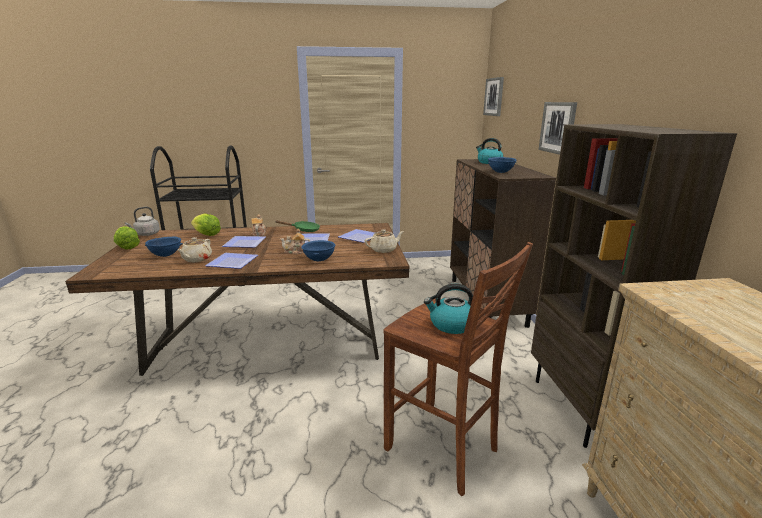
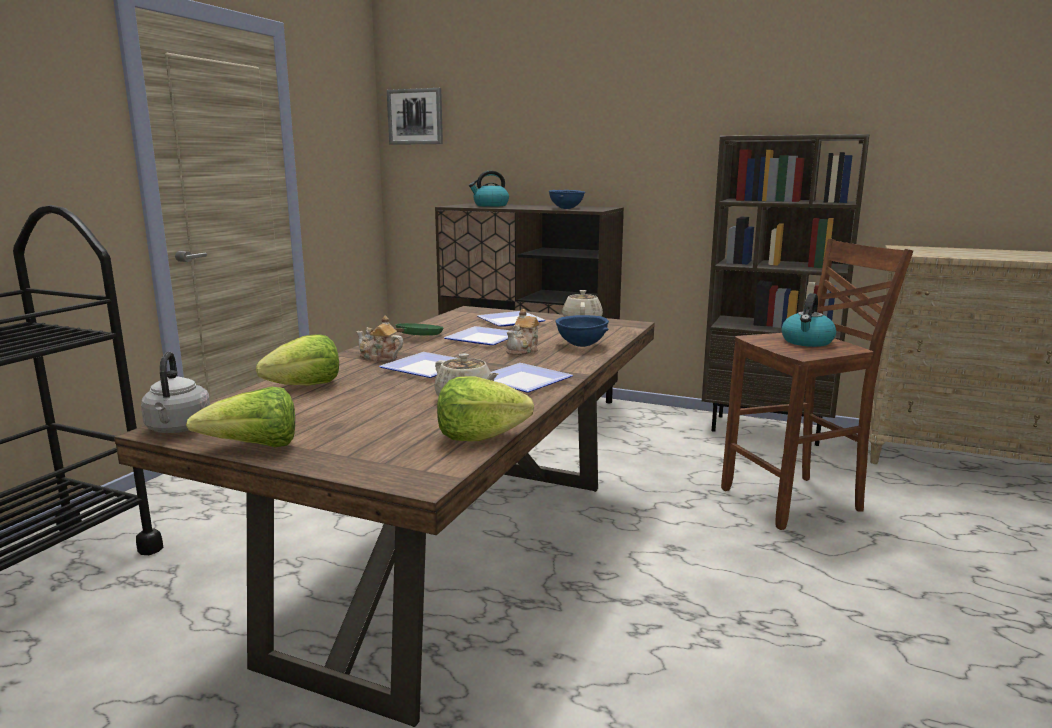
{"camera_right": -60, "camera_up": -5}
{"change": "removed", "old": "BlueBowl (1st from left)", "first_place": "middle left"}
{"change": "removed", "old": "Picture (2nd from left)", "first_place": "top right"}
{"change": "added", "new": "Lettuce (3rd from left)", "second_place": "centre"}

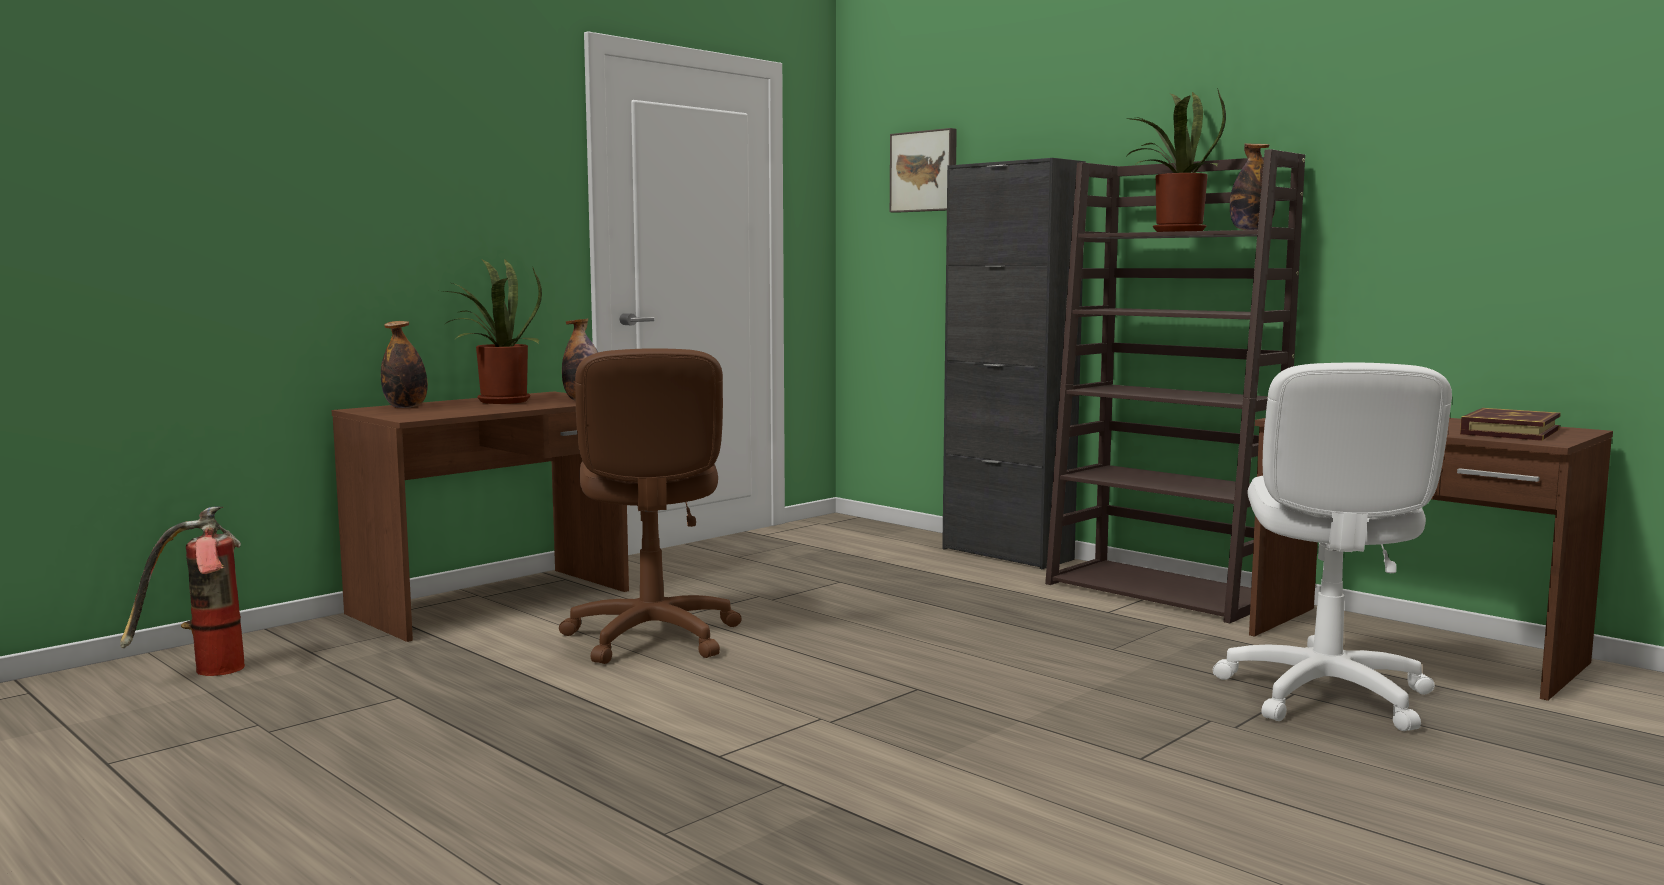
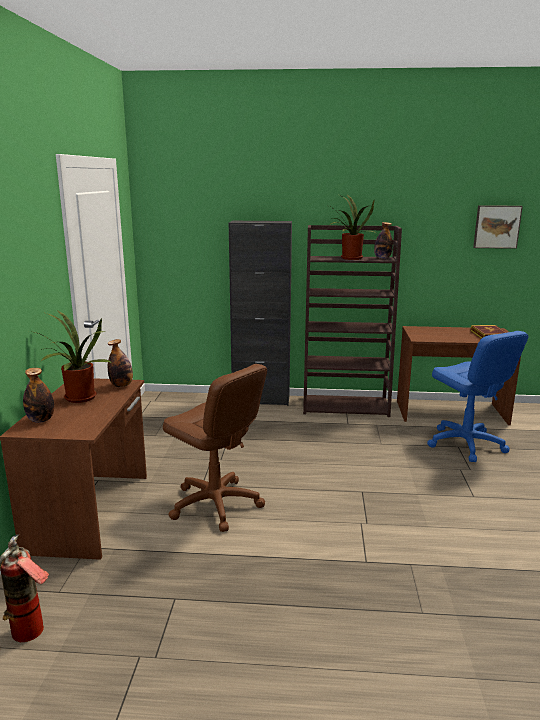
{"camera_right": -40, "camera_up": 10}
{"change": "moved", "old": "Picture", "first_place": "top centre", "second_place": "top right"}
{"change": "recoloured", "old": "WhiteOfficeChair", "new": "BlueOfficeChair", "first_place": "middle right", "second_place": "middle right"}

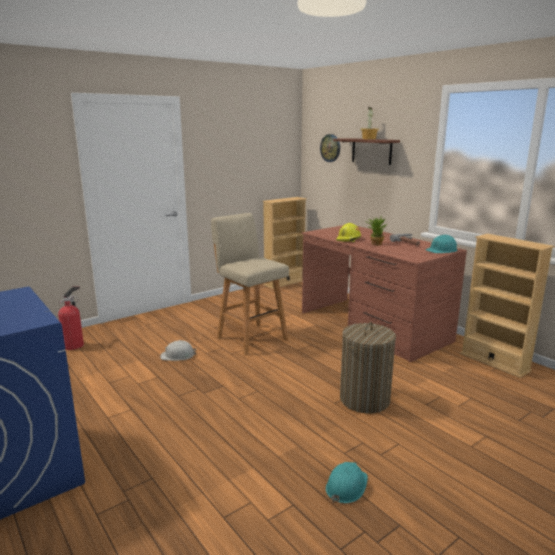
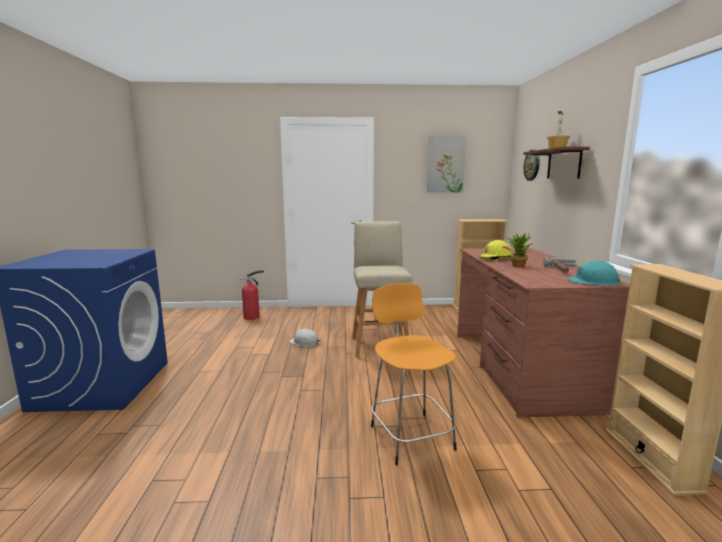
{"camera_right": 35, "camera_up": -5}
{"change": "removed", "old": "TurquoiseHardHat (1st from left)", "first_place": "bottom centre"}
{"change": "added", "new": "Picture", "second_place": "top centre"}
{"change": "replaced", "old": "LaundryBasket", "new": "OrangeStool", "first_place": "centre", "second_place": "bottom centre"}

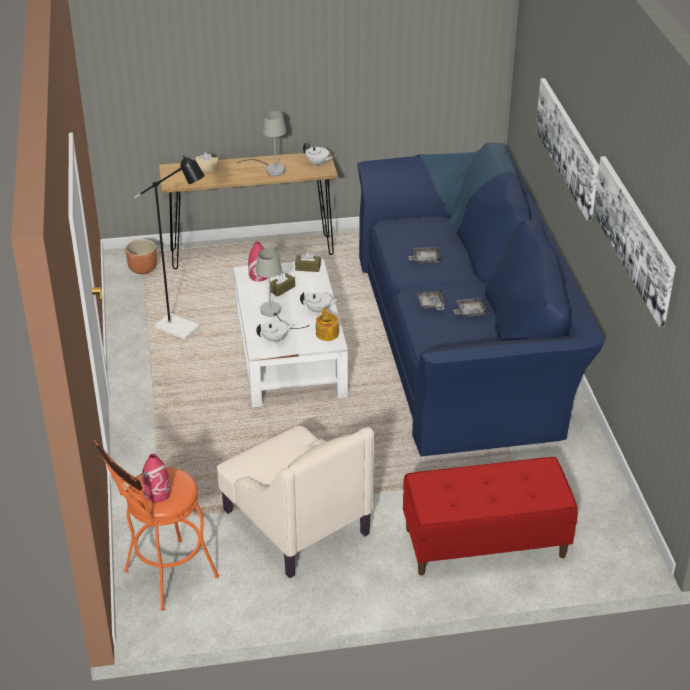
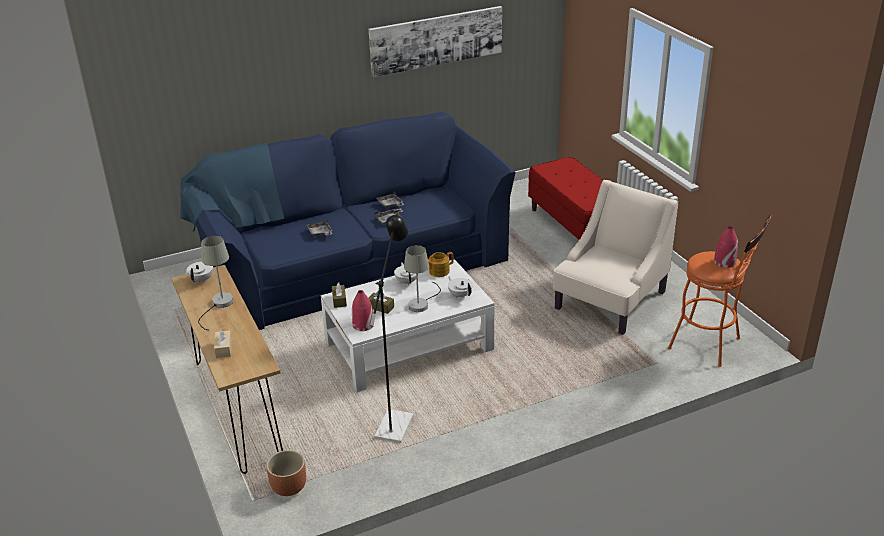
{"camera_right": -105, "camera_up": -5}
{"change": "removed", "old": "Picture (1st from left)", "first_place": "top right"}

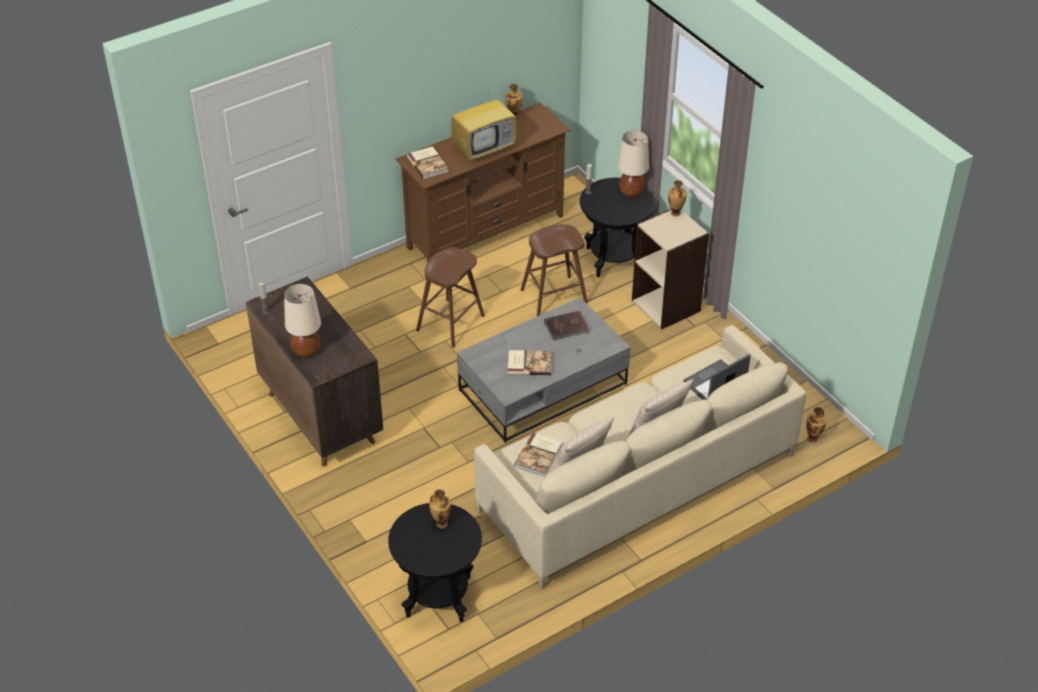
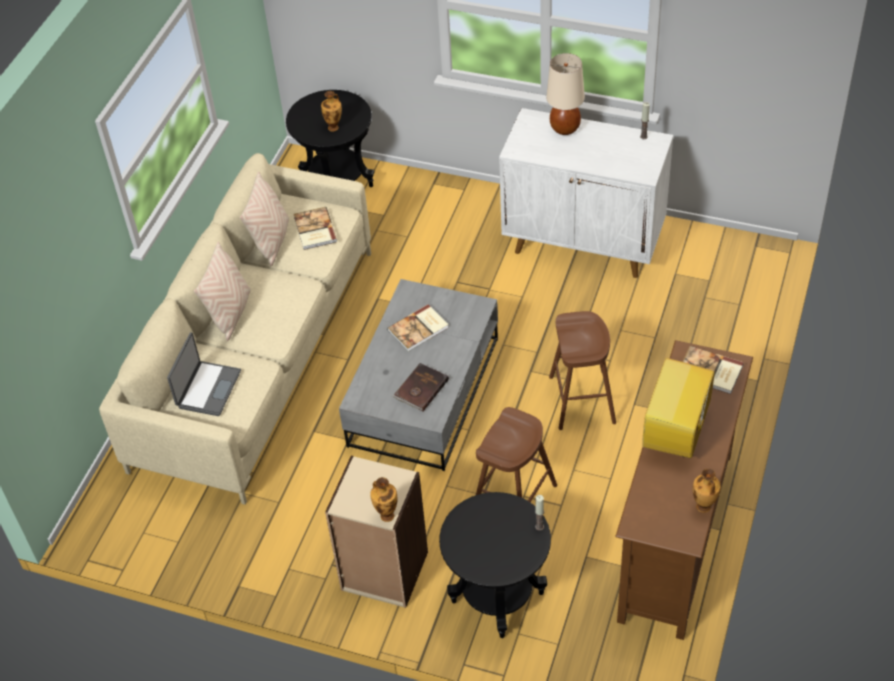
{"camera_right": 145, "camera_up": 5}
{"change": "removed", "old": "BeigeTableLamp (2nd from left)", "first_place": "top centre"}
{"change": "removed", "old": "Vase (4th from left)", "first_place": "middle right"}
{"change": "recoloured", "old": "BrownCabinet", "new": "WhiteCabinet", "first_place": "middle left", "second_place": "top centre"}

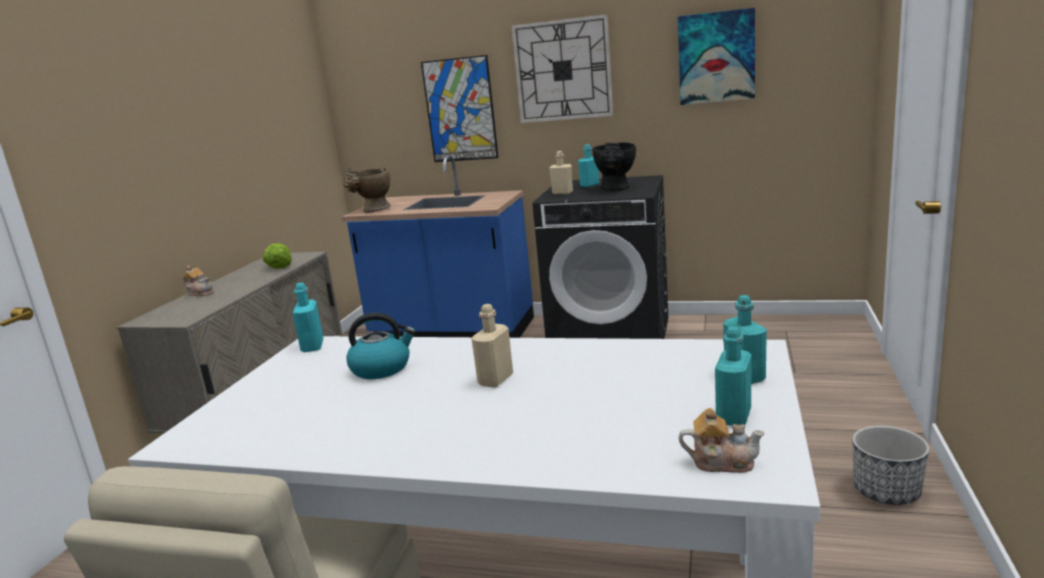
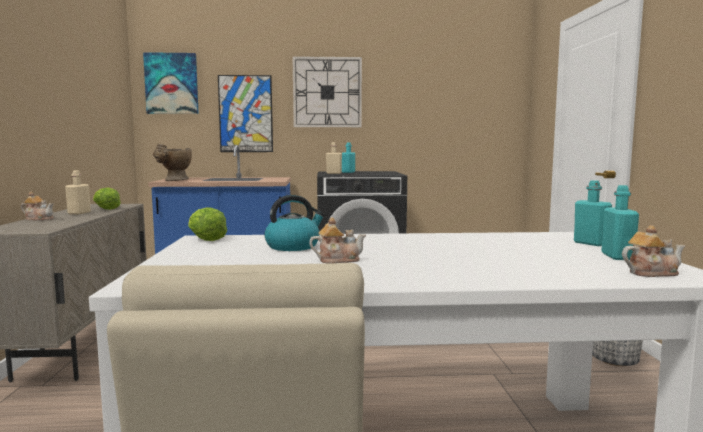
{"camera_right": -20, "camera_up": -10}
{"change": "removed", "old": "BlackVase", "first_place": "top centre"}
{"change": "added", "new": "Teapot (2nd from left)", "second_place": "centre"}
{"change": "moved", "old": "BeigeBottle (1st from left)", "first_place": "centre", "second_place": "middle left"}
{"change": "moved", "old": "Picture (2nd from left in the first image)", "new": "Picture (1st from left)", "first_place": "top right", "second_place": "top left"}
{"change": "replaced", "old": "TurquoiseBottle (1st from left)", "new": "Lettuce (2nd from left)", "first_place": "middle left", "second_place": "middle left"}

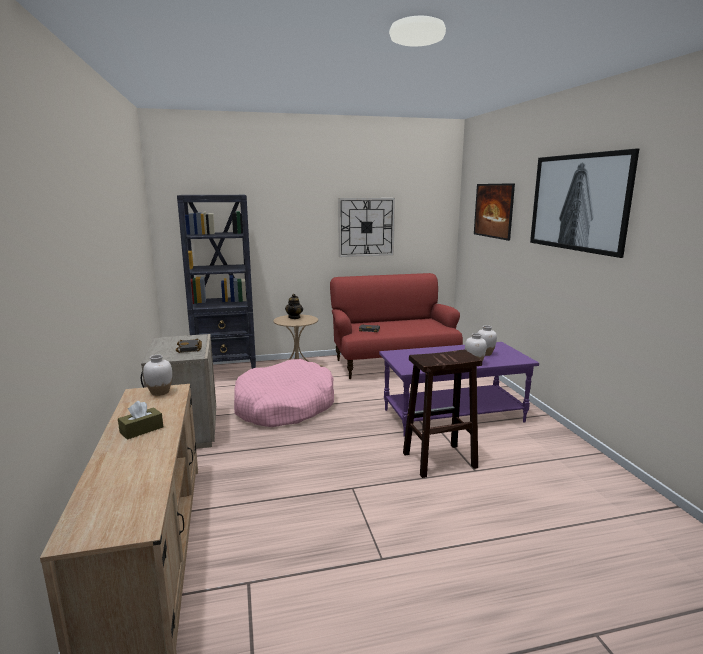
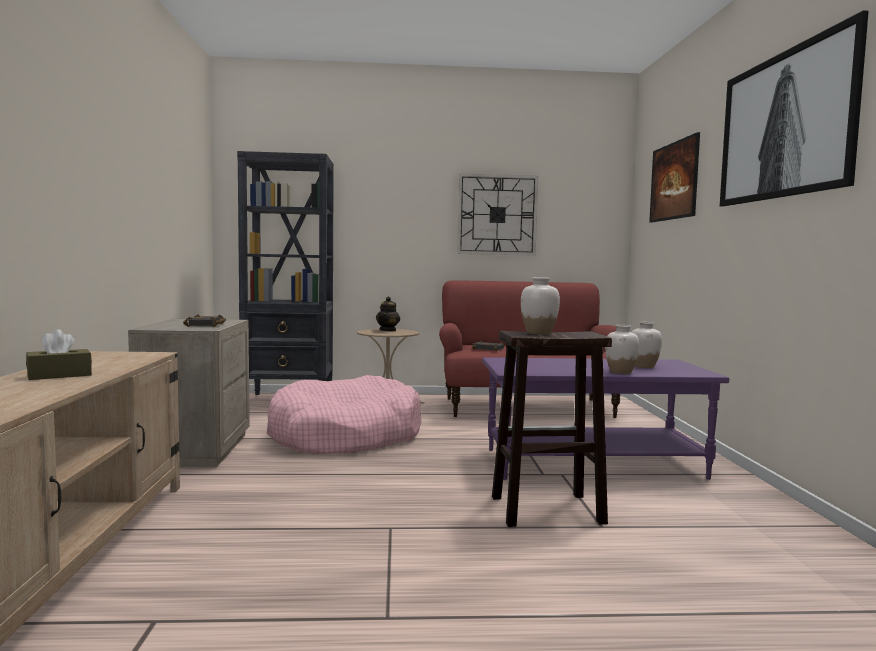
{"camera_right": 10, "camera_up": -10}
{"change": "moved", "old": "WhiteVase (1st from left)", "first_place": "middle left", "second_place": "centre"}

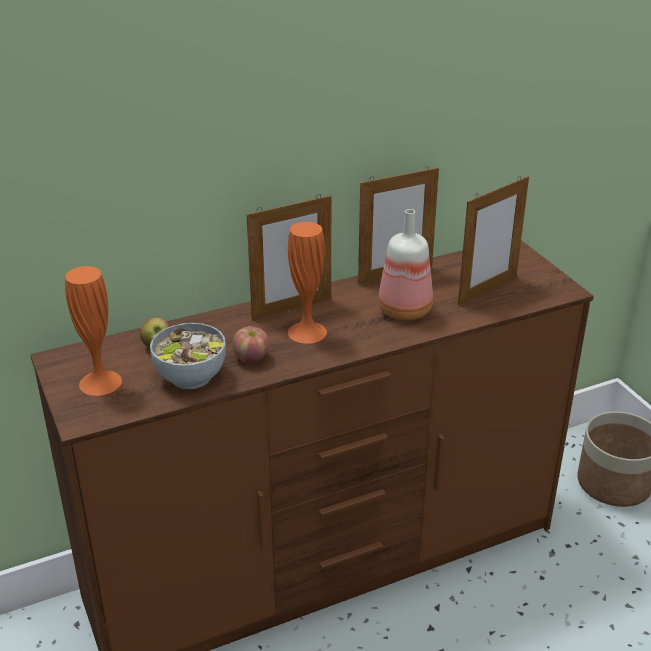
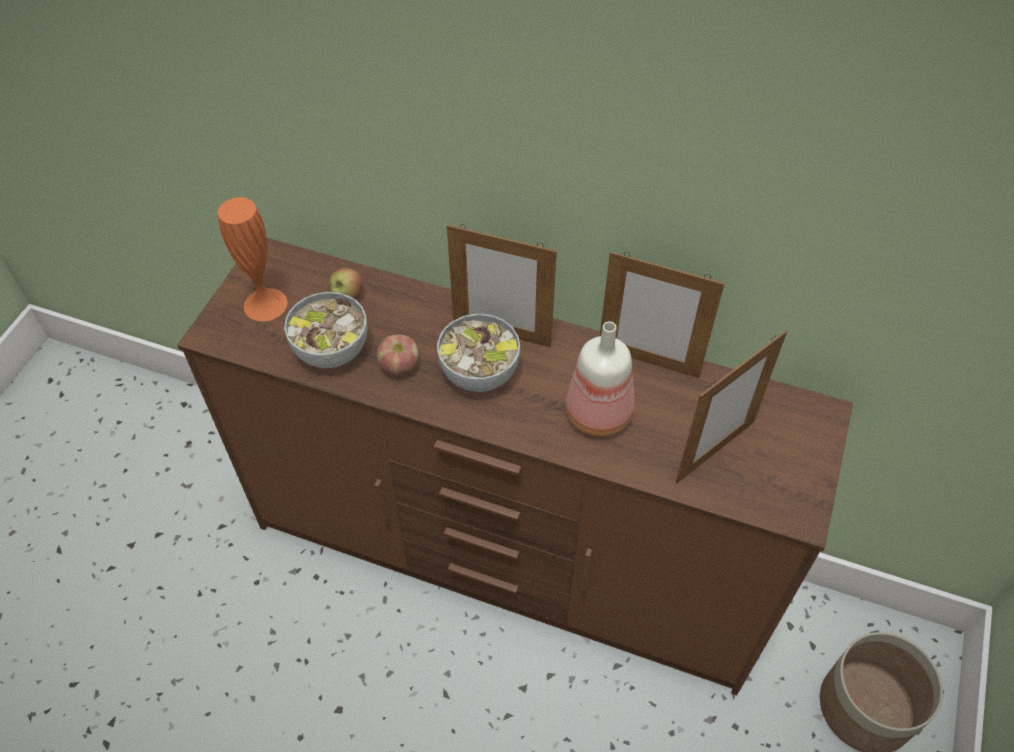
{"camera_right": 45, "camera_up": 20}
{"change": "replaced", "old": "OrangeVase (2nd from left)", "new": "Bowl (2nd from left)", "first_place": "centre", "second_place": "centre"}
{"change": "turned", "old": "PictureFrame (3rd from left)", "first_place": "middle right", "second_place": "middle right", "degrees": -45}

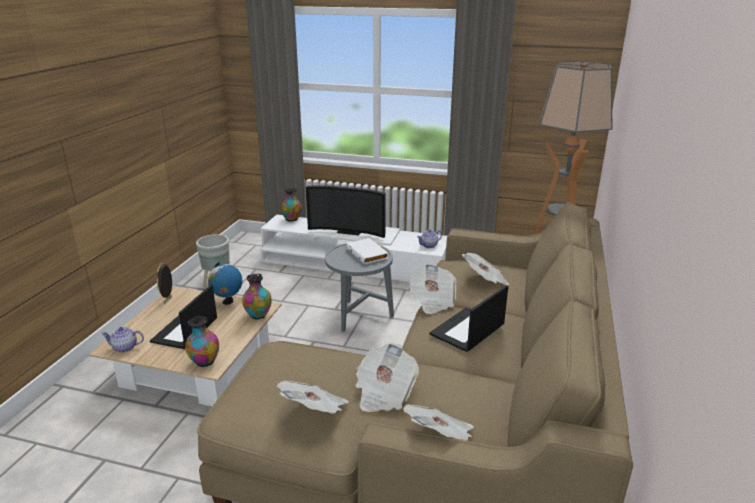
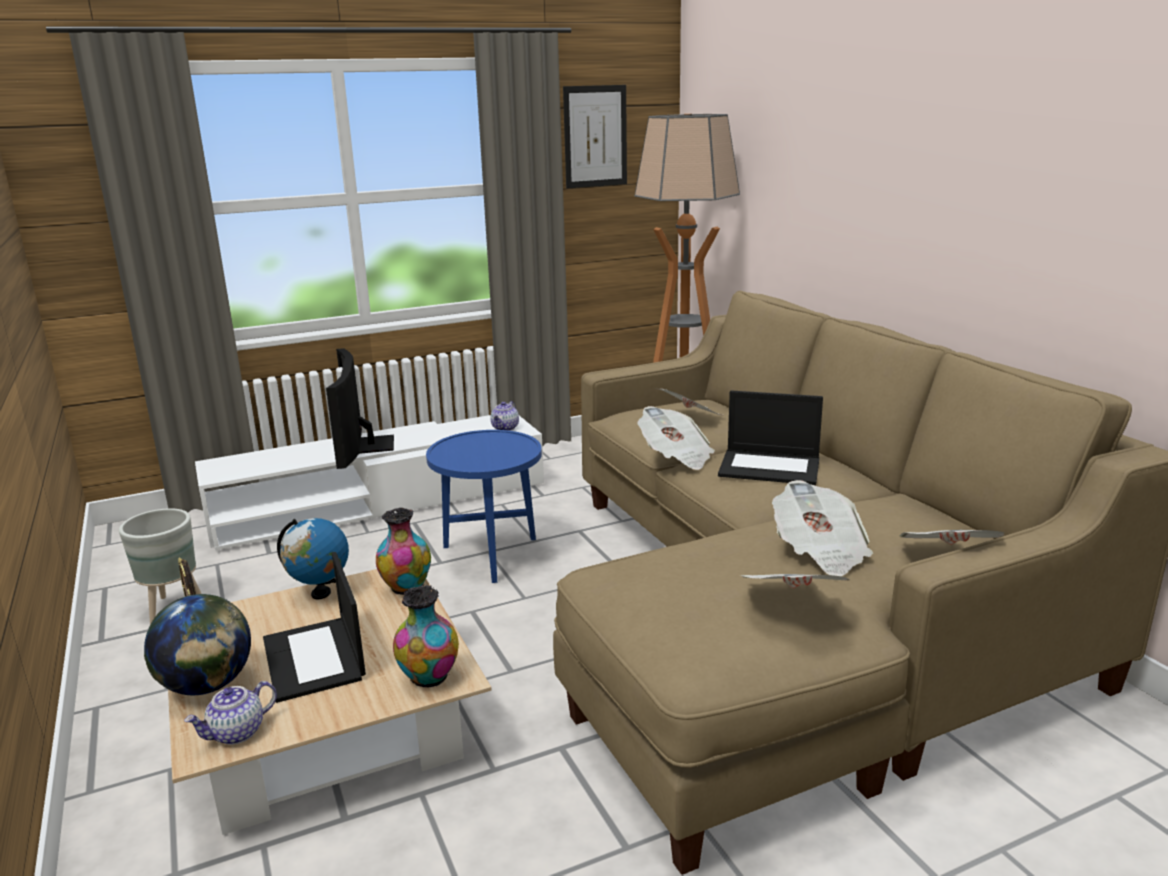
{"camera_right": -40, "camera_up": -5}
{"change": "removed", "old": "Vase (3rd from left)", "first_place": "centre"}
{"change": "removed", "old": "WhiteBook", "first_place": "centre"}
{"change": "added", "new": "Globe (1st from left)", "second_place": "bottom left"}
{"change": "added", "new": "Picture", "second_place": "top centre"}
{"change": "recoloured", "old": "GreySideTable", "new": "BlueSideTable", "first_place": "centre", "second_place": "centre"}
{"change": "turned", "old": "Television", "first_place": "centre", "second_place": "middle left", "degrees": 105}
{"change": "turned", "old": "Laptop (2nd from left)", "first_place": "centre", "second_place": "centre", "degrees": -75}

